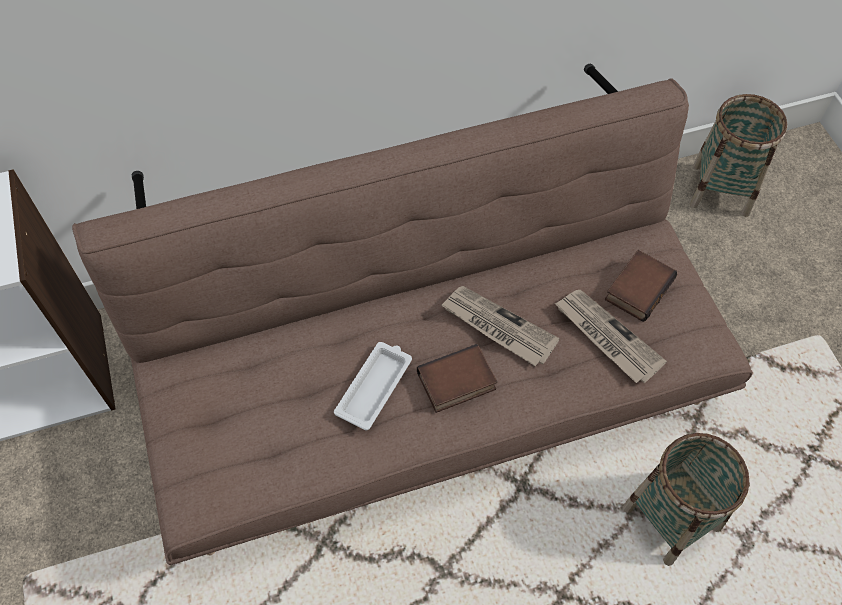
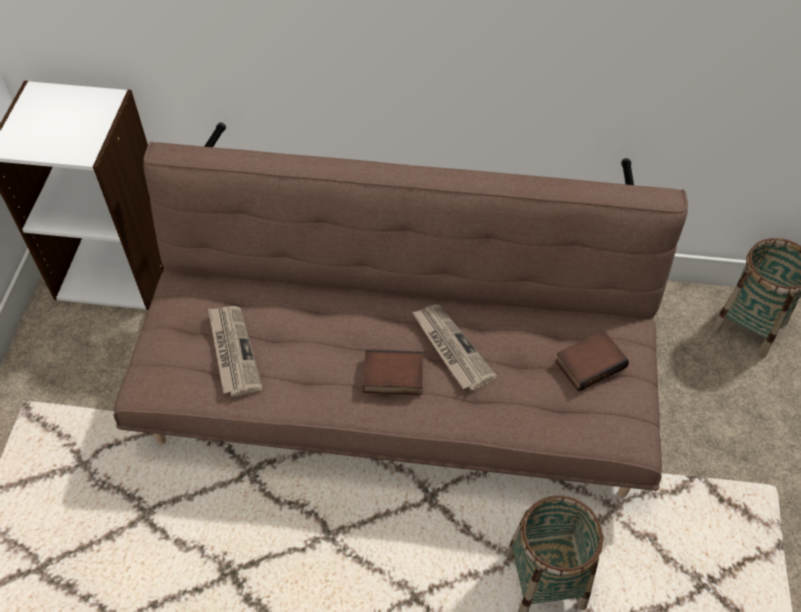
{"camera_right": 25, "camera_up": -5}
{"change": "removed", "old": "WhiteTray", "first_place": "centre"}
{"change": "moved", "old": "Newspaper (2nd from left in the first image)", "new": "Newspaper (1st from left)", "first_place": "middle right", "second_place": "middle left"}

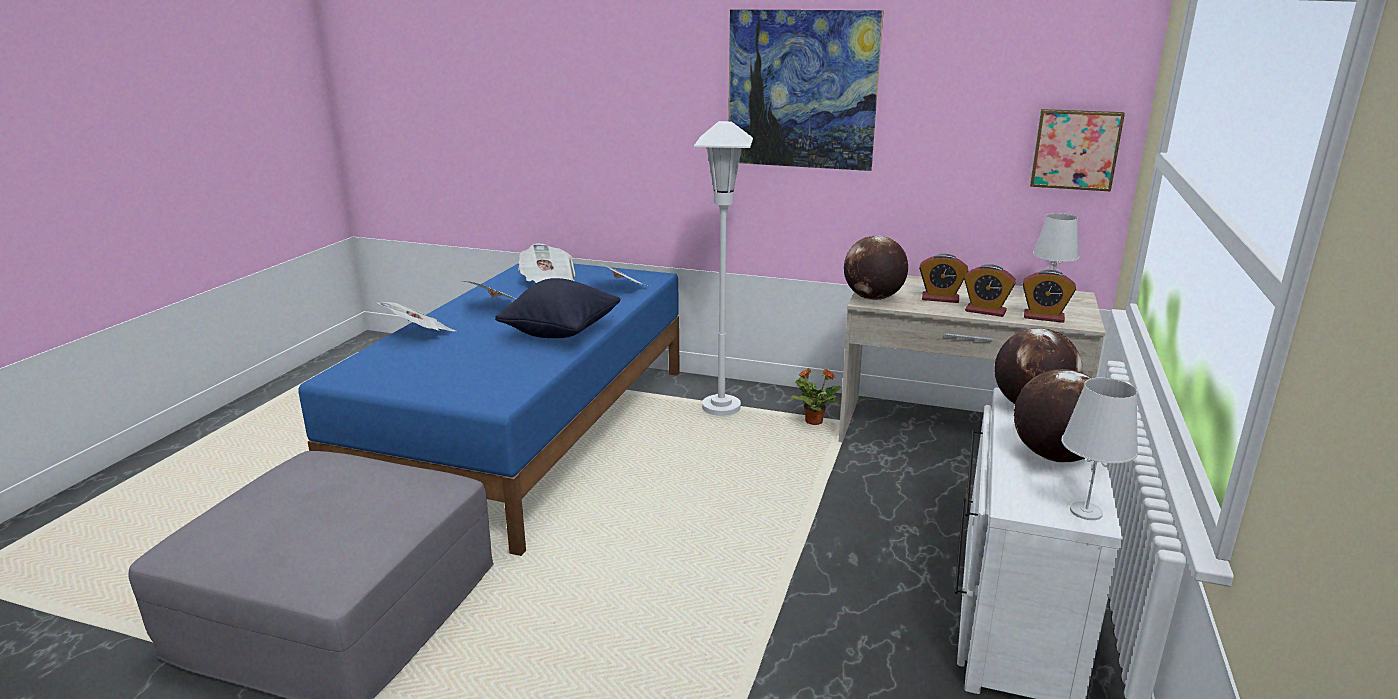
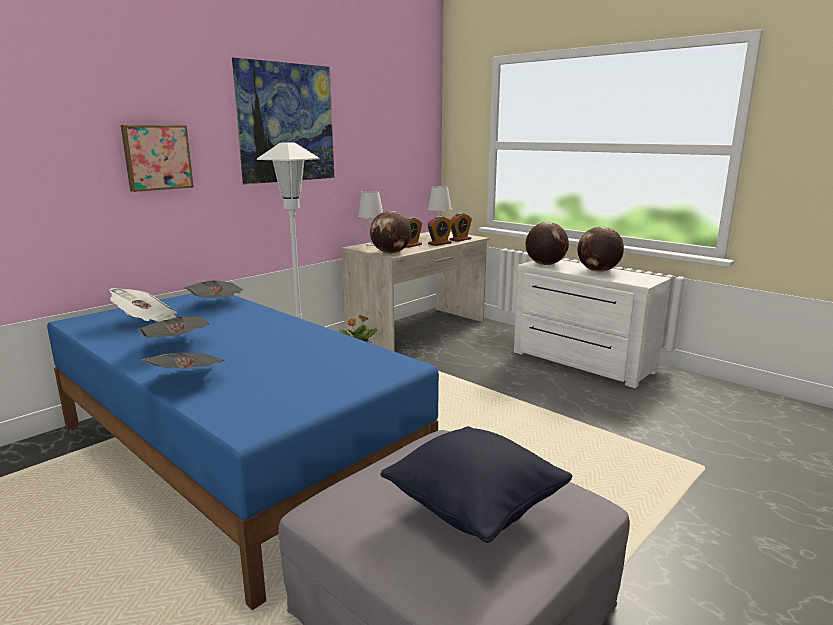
{"camera_right": -65, "camera_up": -5}
{"change": "moved", "old": "BlackPillow", "first_place": "centre", "second_place": "bottom centre"}
{"change": "moved", "old": "Picture (2nd from left in the first image)", "new": "Picture (1st from left)", "first_place": "top right", "second_place": "top left"}
{"change": "moved", "old": "WhiteTableLamp (2nd from left in the first image)", "new": "WhiteTableLamp (1st from left)", "first_place": "middle right", "second_place": "centre"}

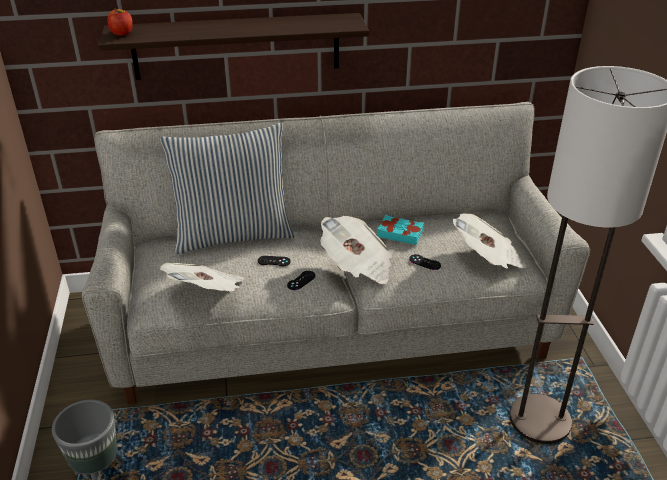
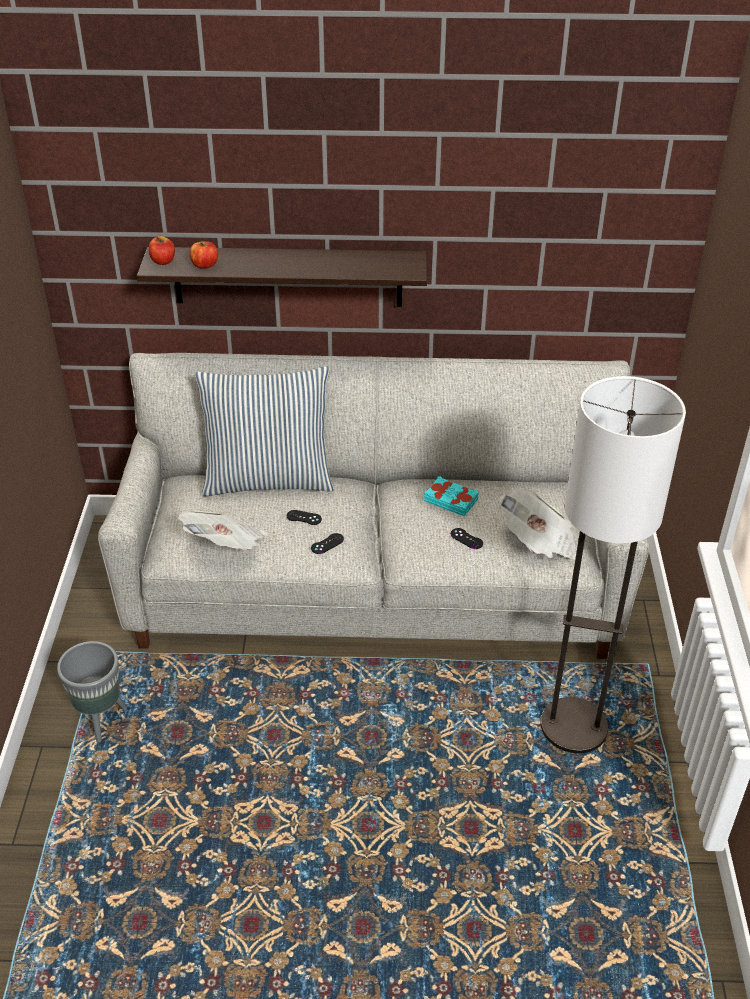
{"camera_right": 10, "camera_up": 5}
{"change": "removed", "old": "Newspaper (2nd from left)", "first_place": "centre"}
{"change": "added", "new": "Apple (2nd from left)", "second_place": "top left"}

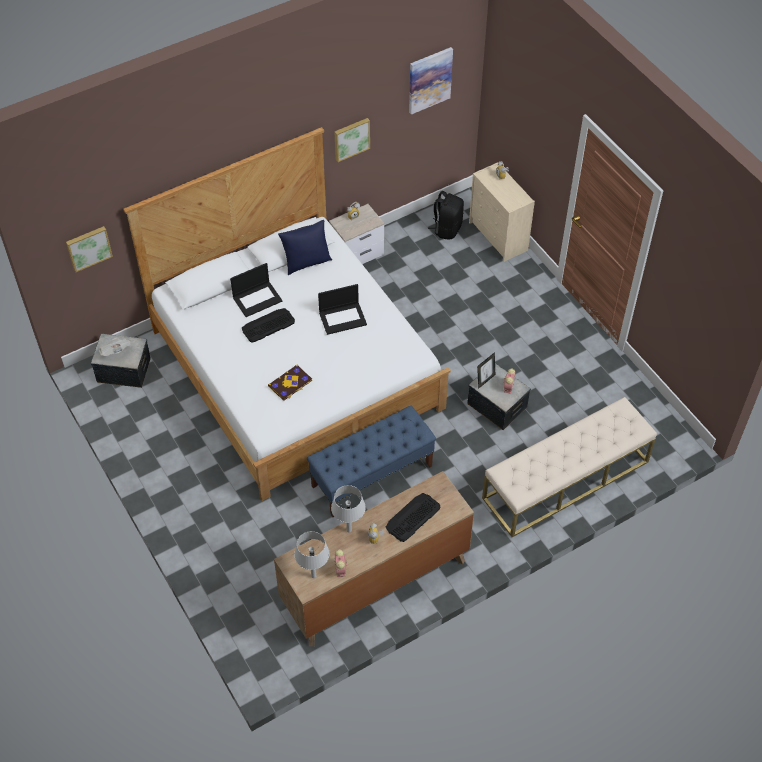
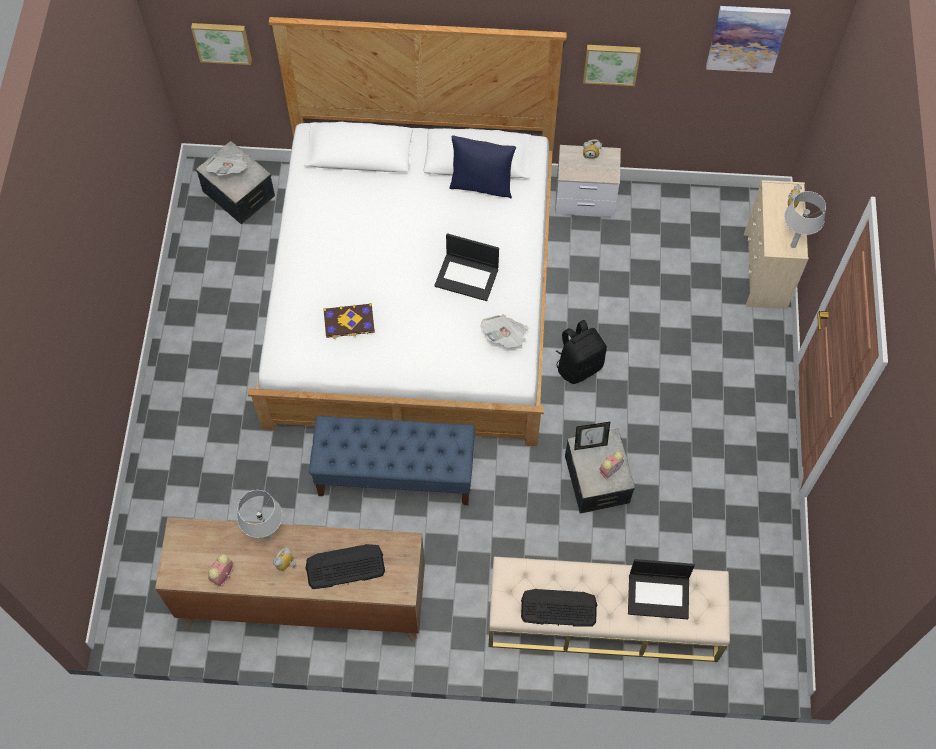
{"camera_right": 35, "camera_up": 10}
{"change": "added", "new": "Newspaper (2nd from left)", "second_place": "centre"}
{"change": "moved", "old": "Laptop (1st from left in the first image)", "new": "Laptop (2nd from left)", "first_place": "centre", "second_place": "bottom right"}
{"change": "moved", "old": "Keyboard (1st from left in the first image)", "new": "Keyboard (2nd from left)", "first_place": "centre", "second_place": "bottom centre"}
{"change": "moved", "old": "GreyTableLamp (1st from left in the first image)", "new": "GreyTableLamp (2nd from left)", "first_place": "bottom centre", "second_place": "top right"}
{"change": "moved", "old": "BlackBackpack", "first_place": "top centre", "second_place": "centre"}

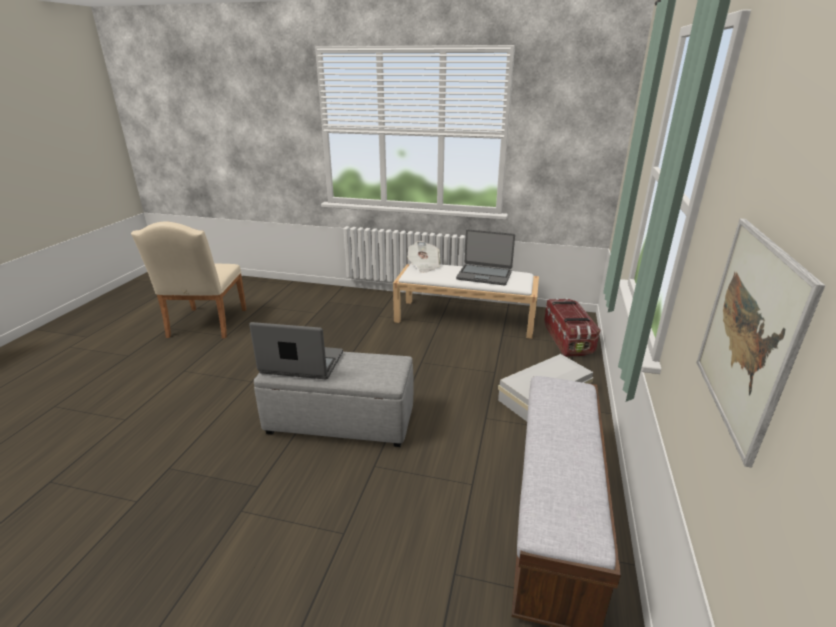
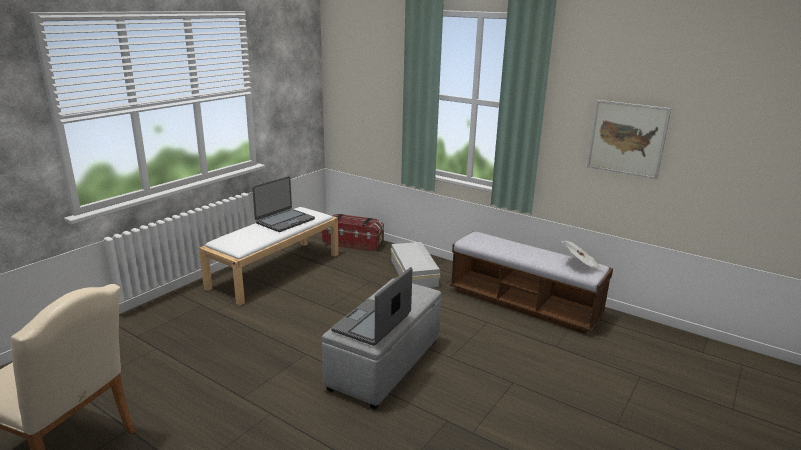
{"camera_right": -70, "camera_up": -5}
{"change": "moved", "old": "Newspaper", "first_place": "centre", "second_place": "middle right"}

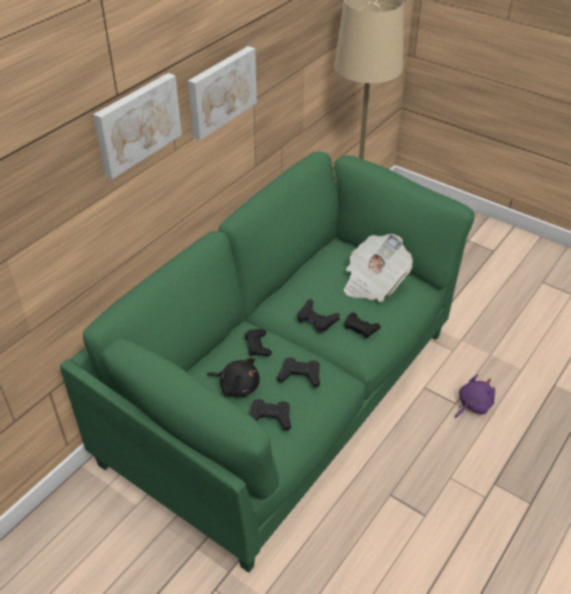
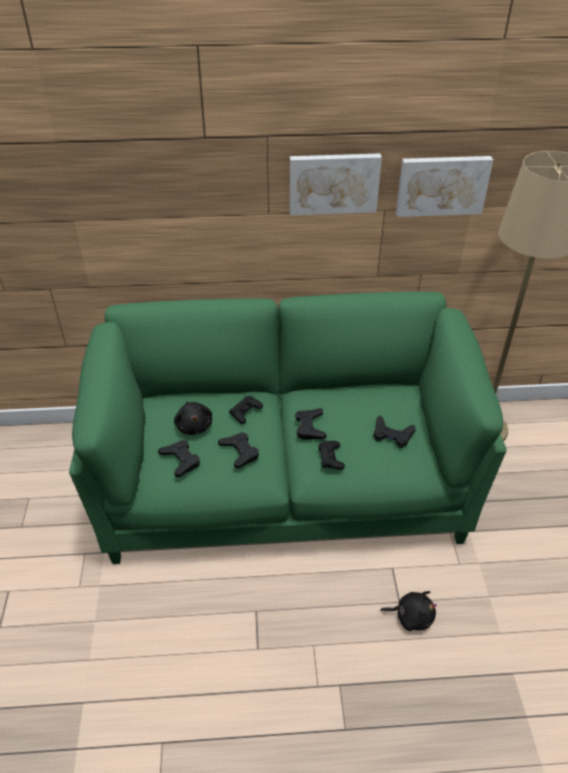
{"camera_right": 50, "camera_up": 0}
{"change": "moved", "old": "Picture (1st from left in the first image)", "new": "Picture (2nd from left)", "first_place": "top left", "second_place": "top right"}
{"change": "replaced", "old": "Newspaper", "new": "BlackGameController (6th from left)", "first_place": "centre", "second_place": "middle right"}
{"change": "recoloured", "old": "PurplePlushToy", "new": "BlackPlushToy (2nd from left)", "first_place": "bottom right", "second_place": "bottom right"}

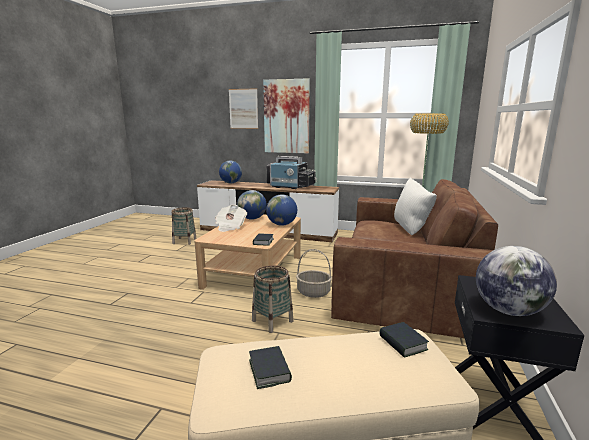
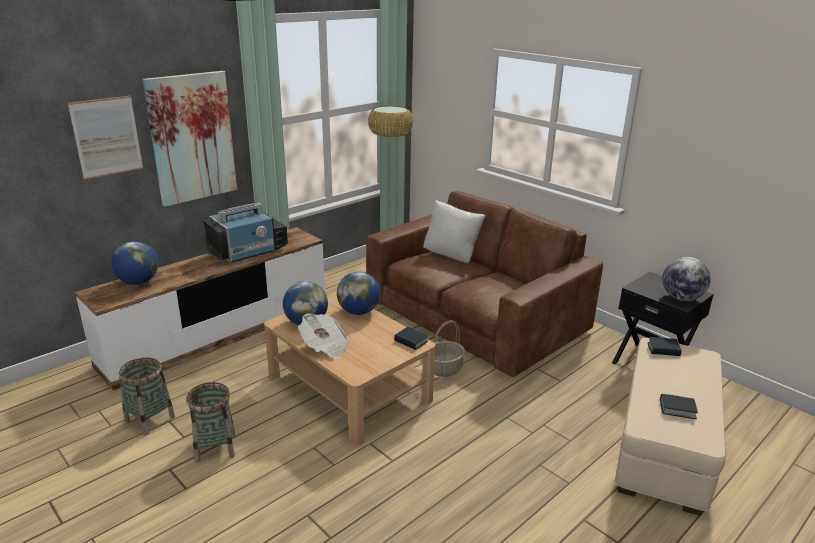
{"camera_right": -60, "camera_up": 10}
{"change": "moved", "old": "Basket (2nd from left)", "first_place": "bottom centre", "second_place": "bottom left"}

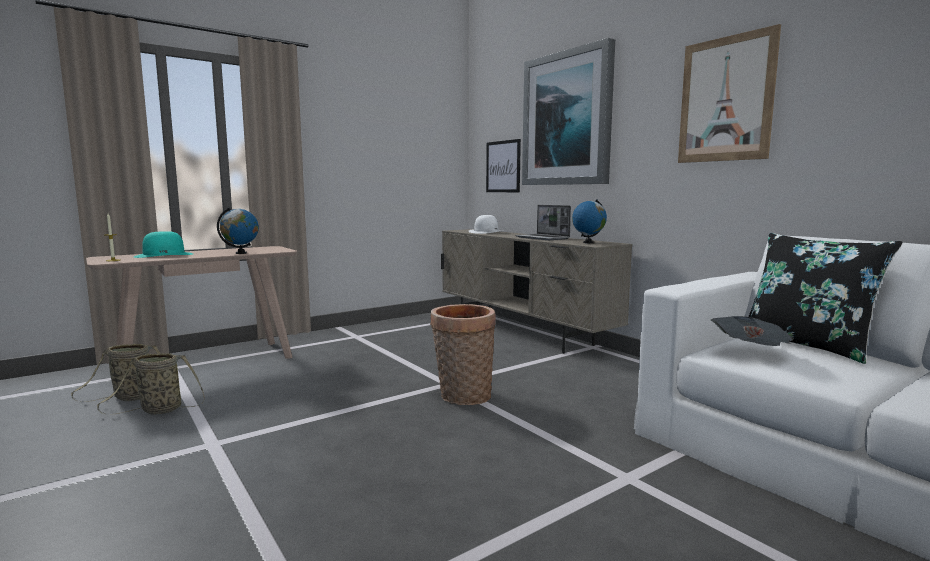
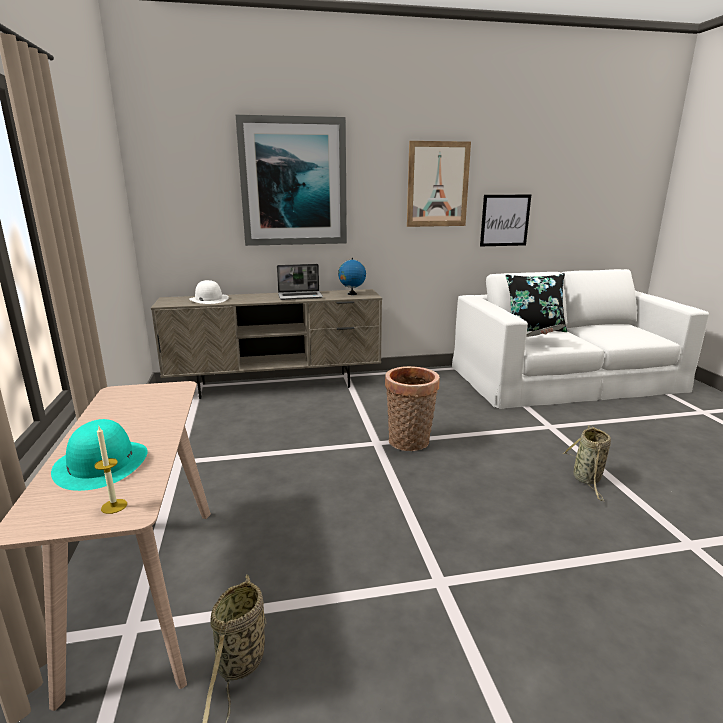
{"camera_right": -65, "camera_up": 10}
{"change": "removed", "old": "Globe (1st from left)", "first_place": "middle left"}
{"change": "moved", "old": "Basket (2nd from left in the first image)", "new": "Basket (3rd from left)", "first_place": "bottom left", "second_place": "middle right"}
{"change": "moved", "old": "Picture (1st from left in the first image)", "new": "Picture (3rd from left)", "first_place": "top centre", "second_place": "top right"}

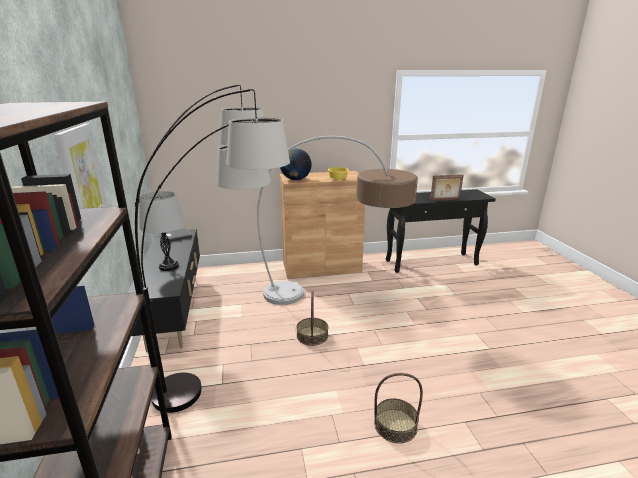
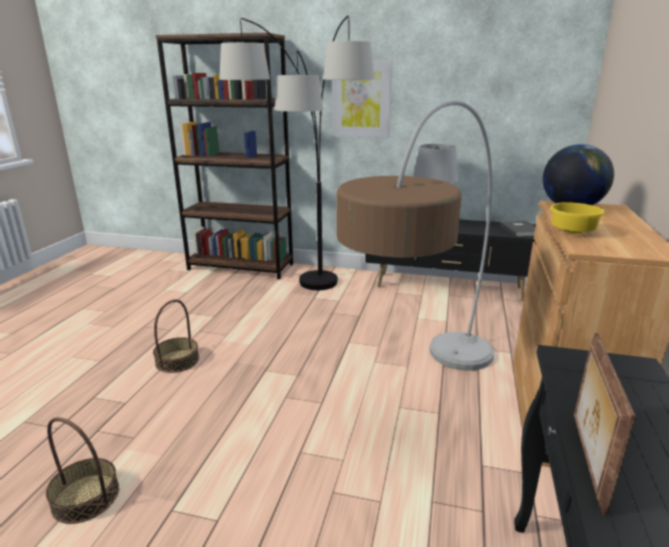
{"camera_right": 115, "camera_up": 0}
{"change": "moved", "old": "Basket (1st from left)", "first_place": "centre", "second_place": "bottom left"}

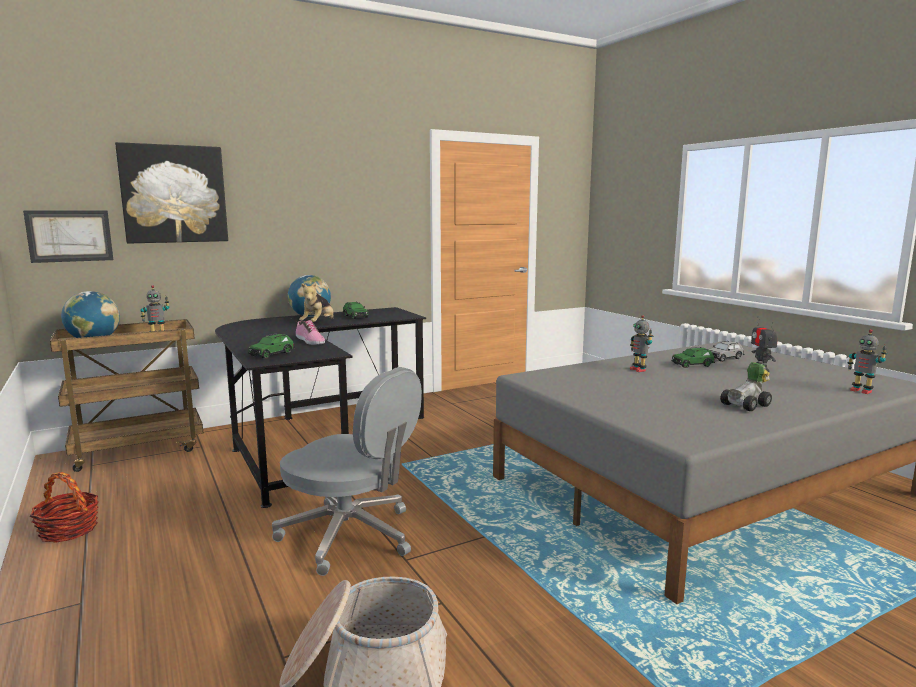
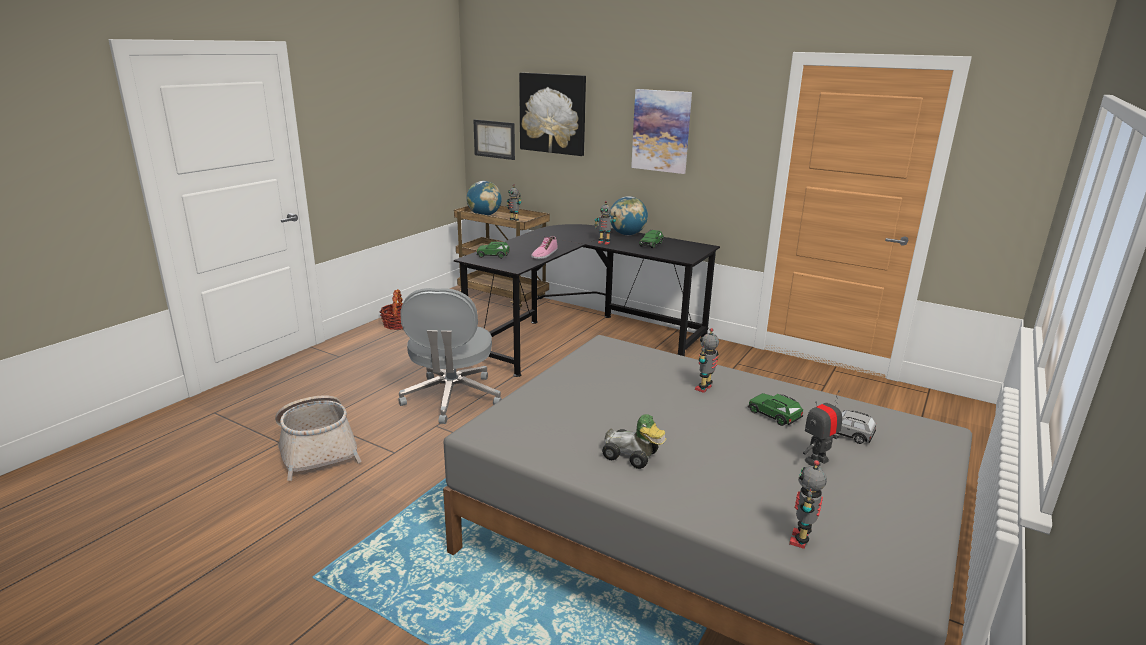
{"camera_right": 60, "camera_up": 10}
{"change": "added", "new": "Picture (3rd from left)", "second_place": "top centre"}
{"change": "replaced", "old": "PlushToy", "new": "ToyRobot (2nd from left)", "first_place": "centre", "second_place": "centre"}

